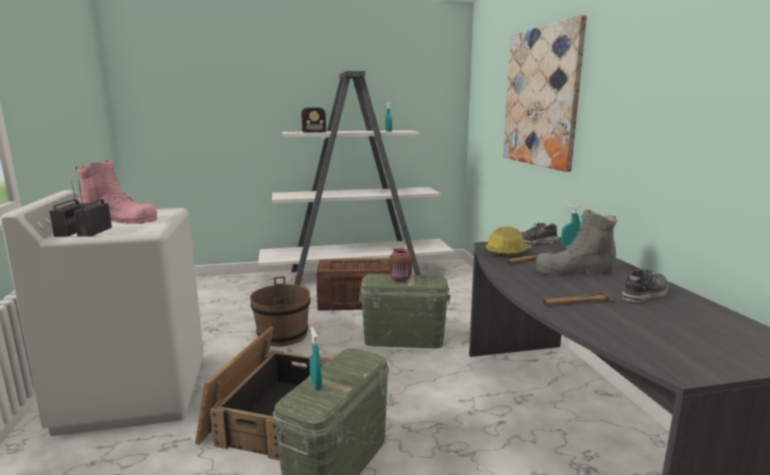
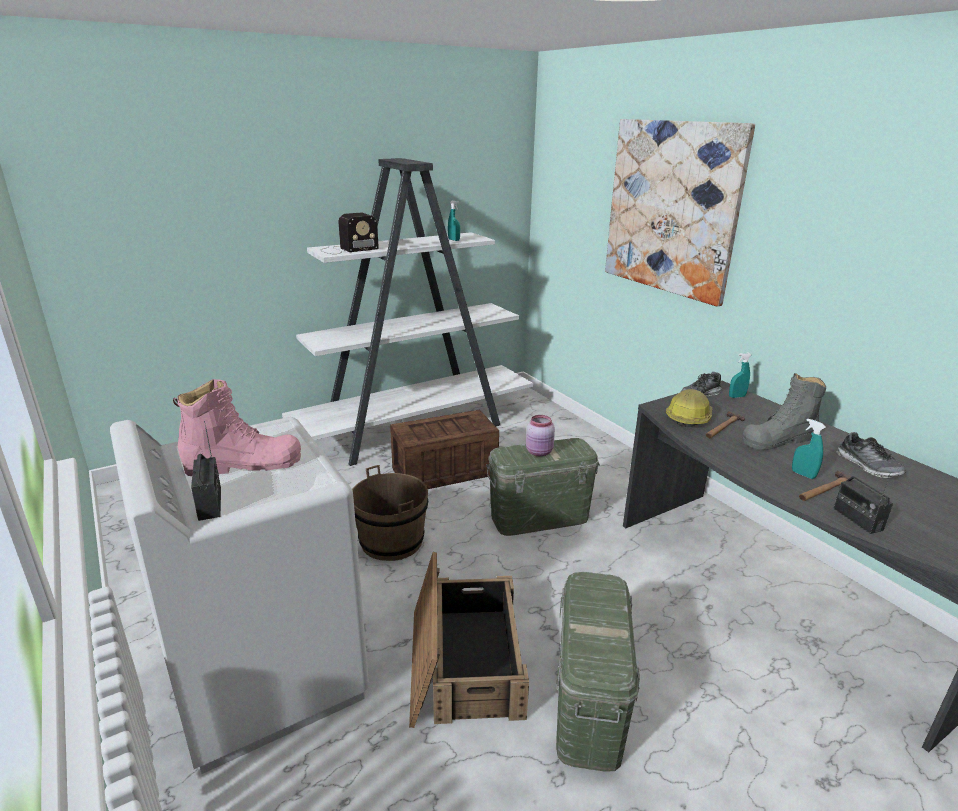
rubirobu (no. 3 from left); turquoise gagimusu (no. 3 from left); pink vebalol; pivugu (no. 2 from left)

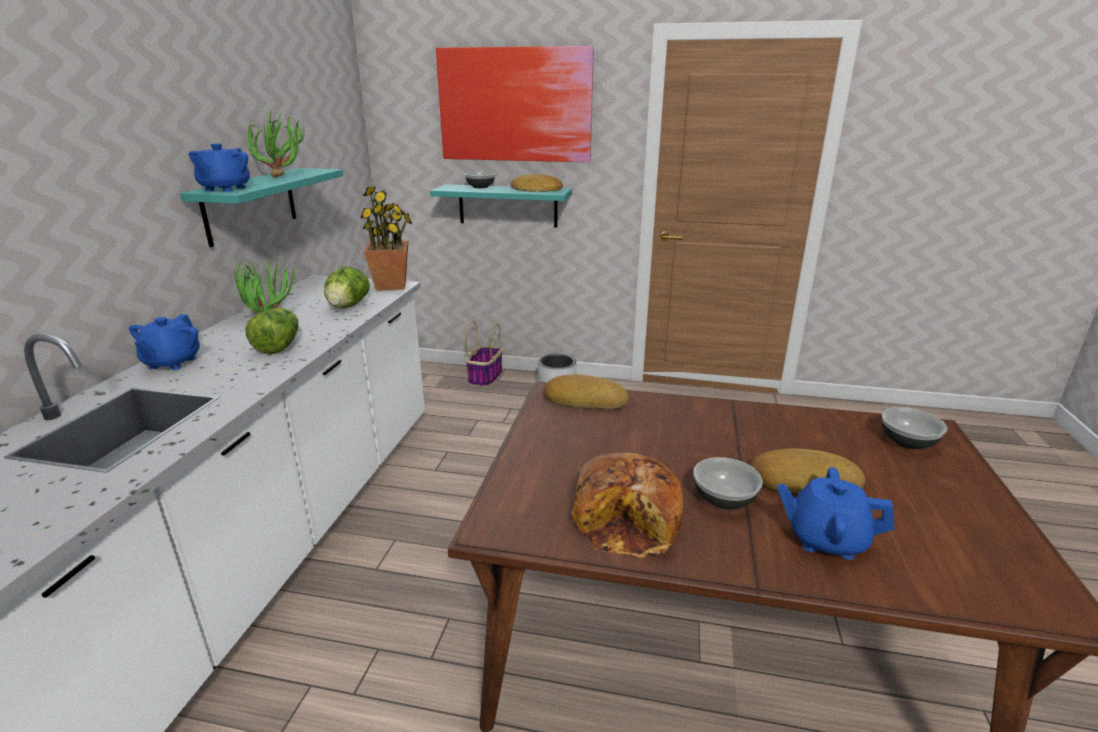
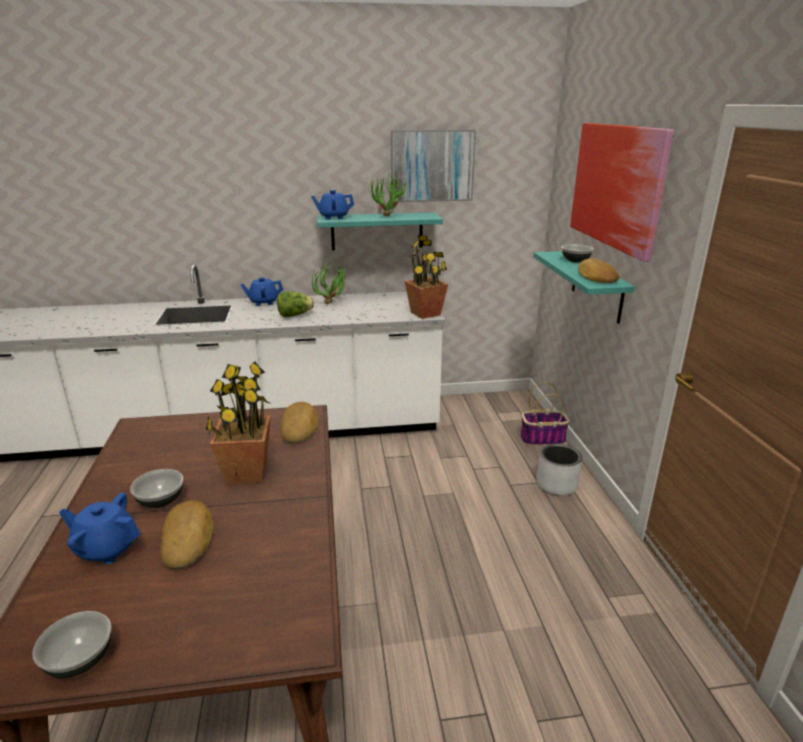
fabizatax (no. 2 from left in the first image); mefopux (no. 3 from left in the first image); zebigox (no. 1 from left); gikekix (no. 1 from left); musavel (no. 1 from left); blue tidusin (no. 1 from left)

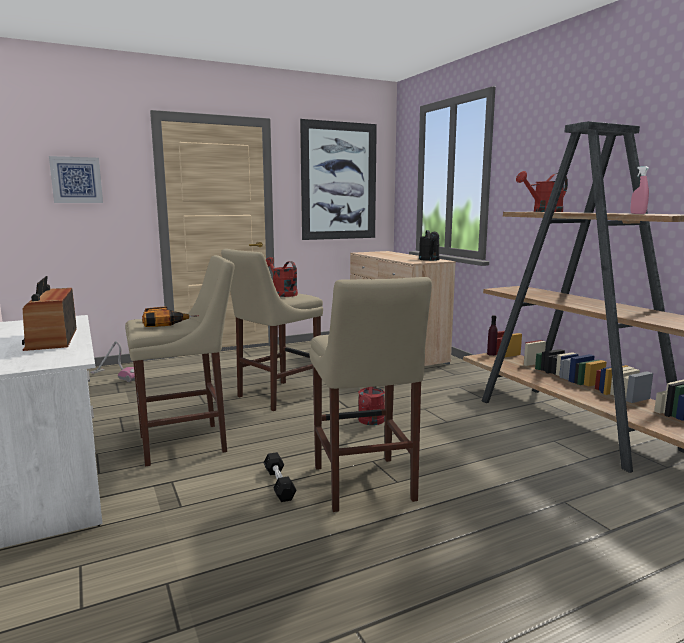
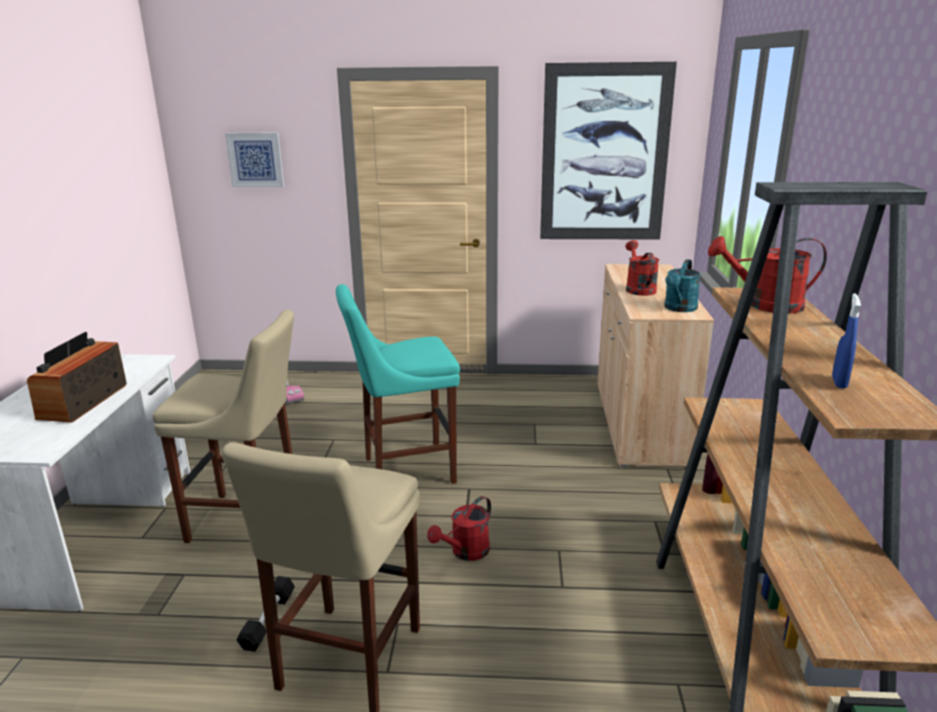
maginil; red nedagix (no. 2 from left); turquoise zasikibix; turquoise nedagix; blue gagimusu

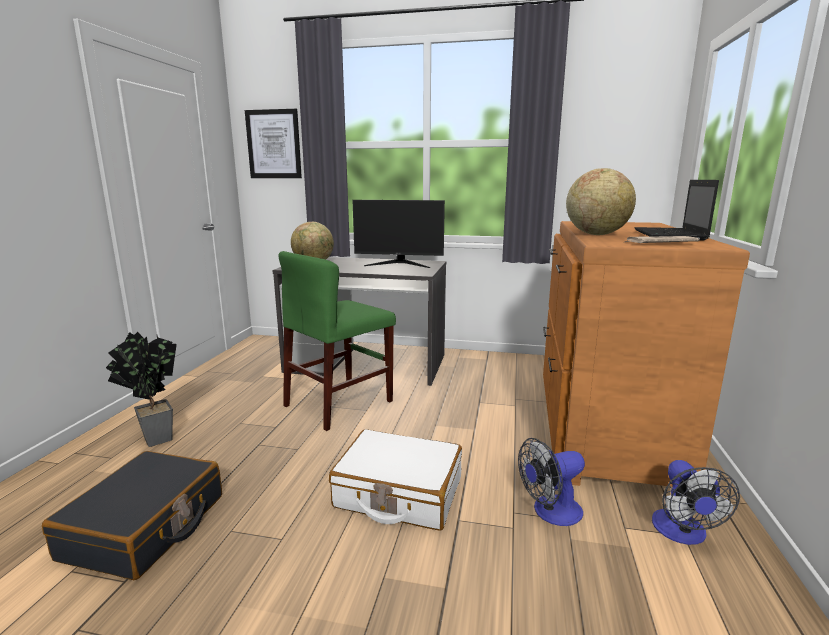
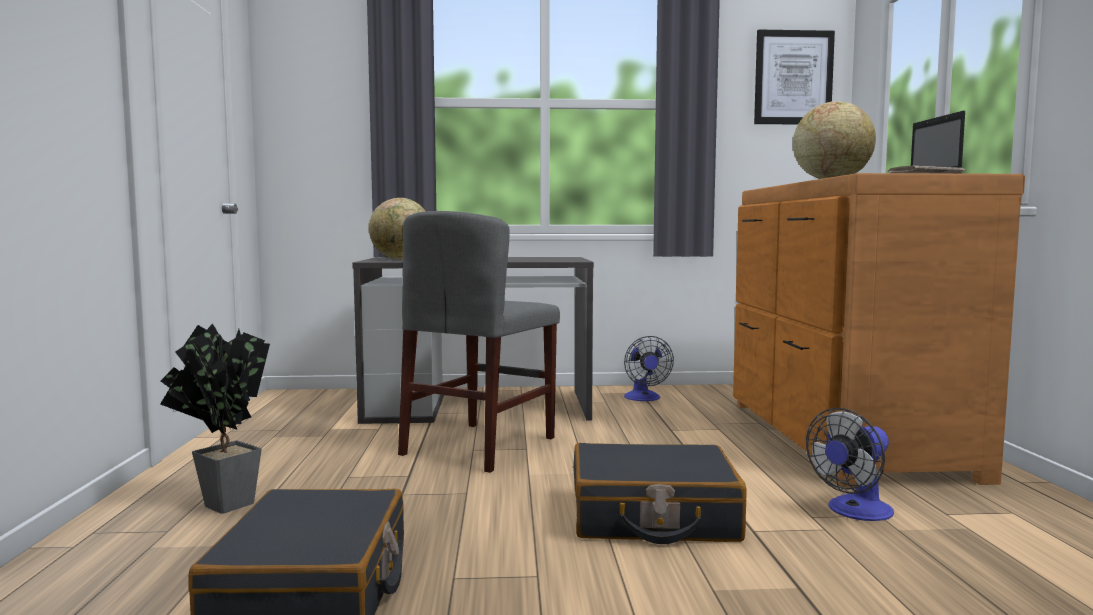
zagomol; gikekix; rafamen (no. 1 from left); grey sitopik; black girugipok (no. 2 from left)

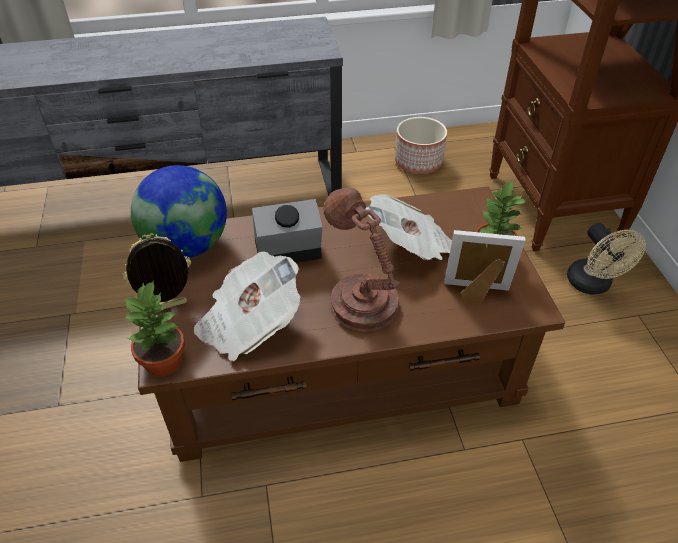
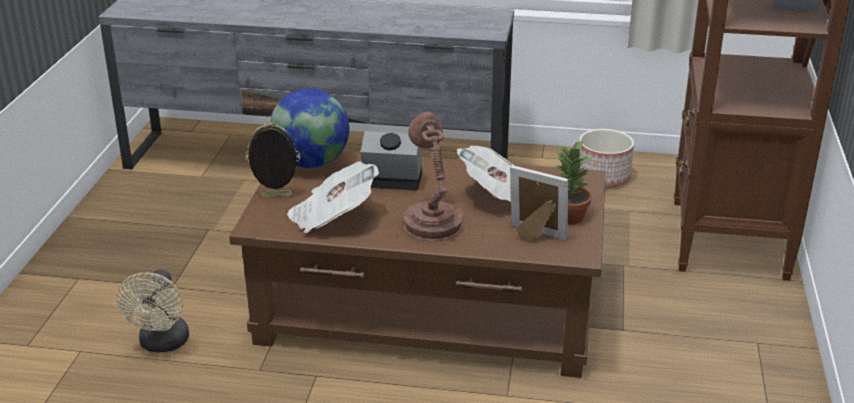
zebigox (no. 1 from left in the first image); beige rafamen

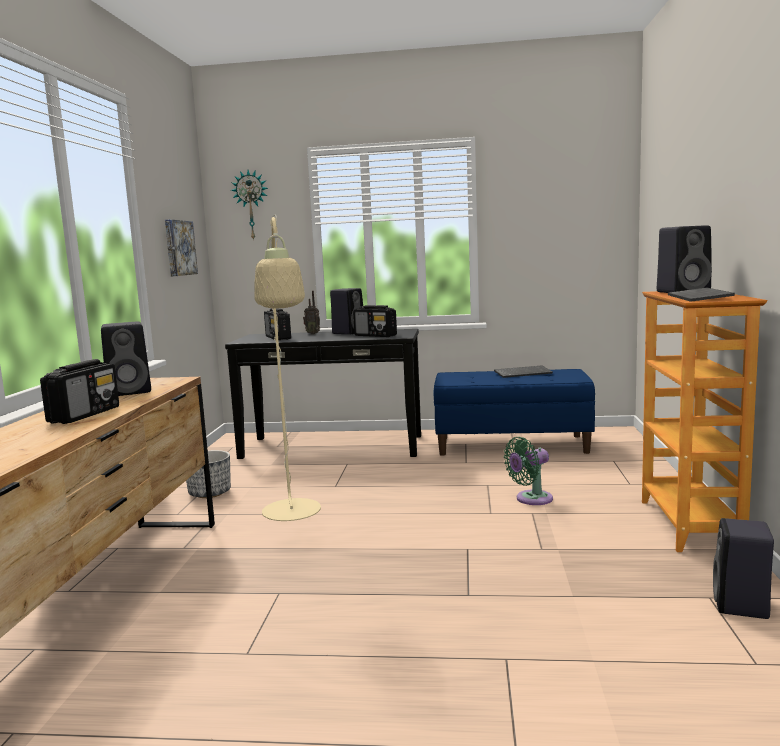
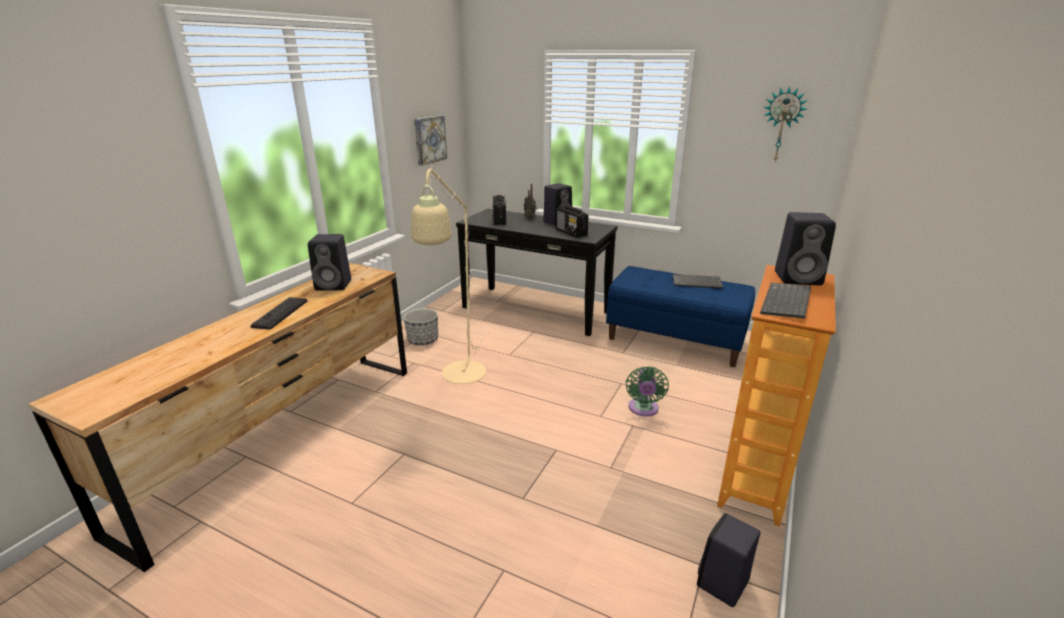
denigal; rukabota (no. 1 from left); green rafamen

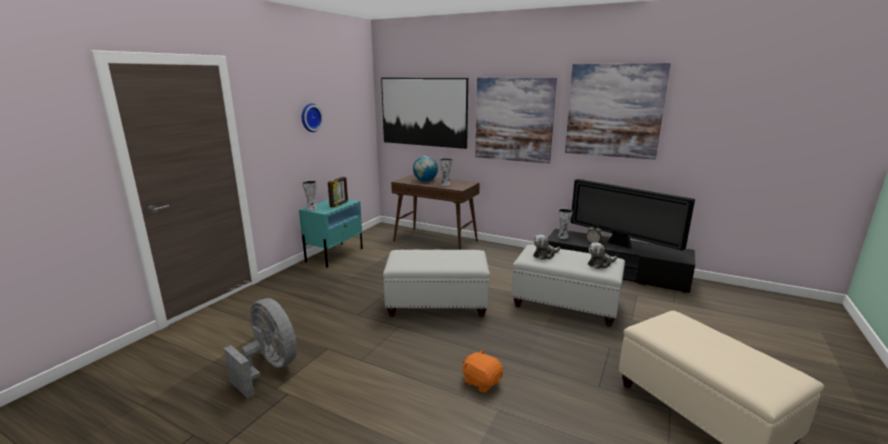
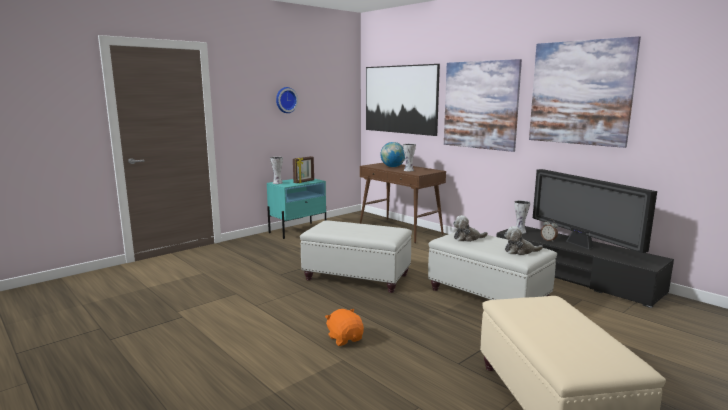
grey rafamen

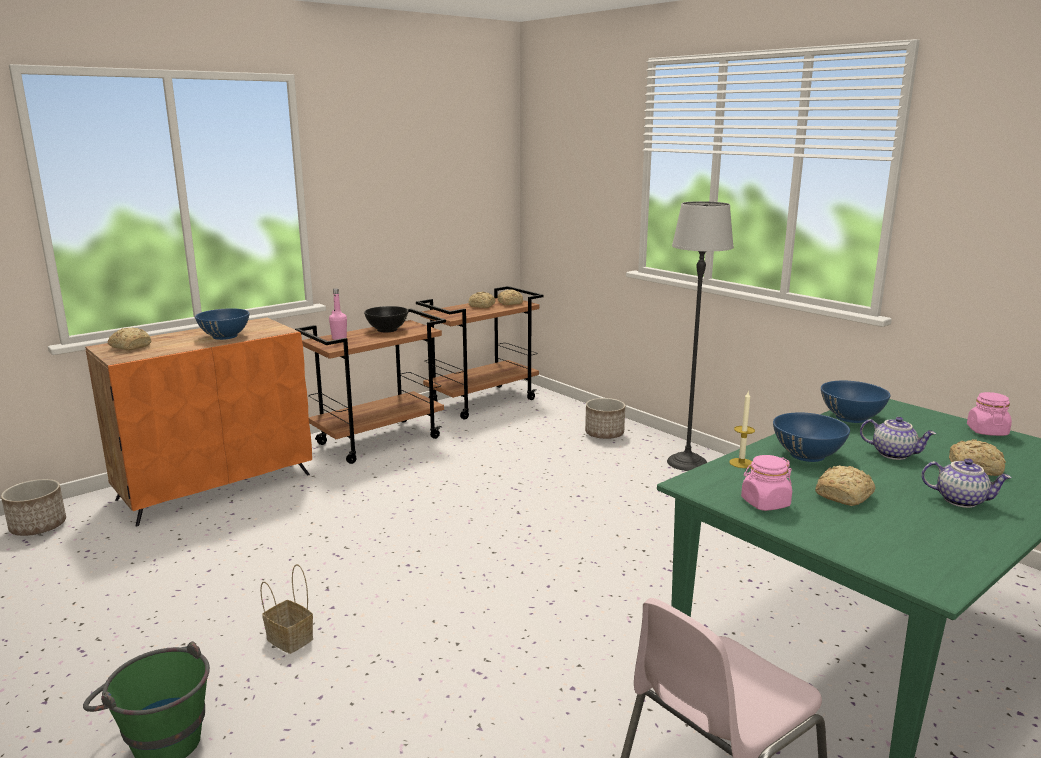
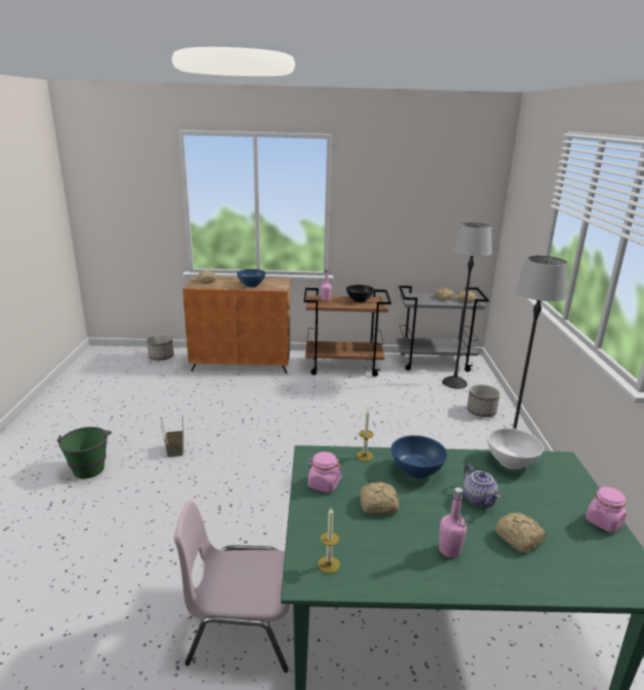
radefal (no. 1 from left); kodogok (no. 1 from left); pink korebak (no. 2 from left); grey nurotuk; white musavel

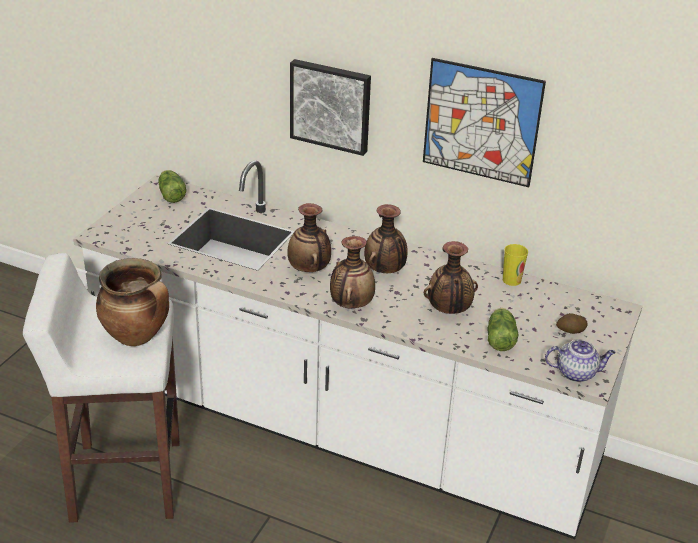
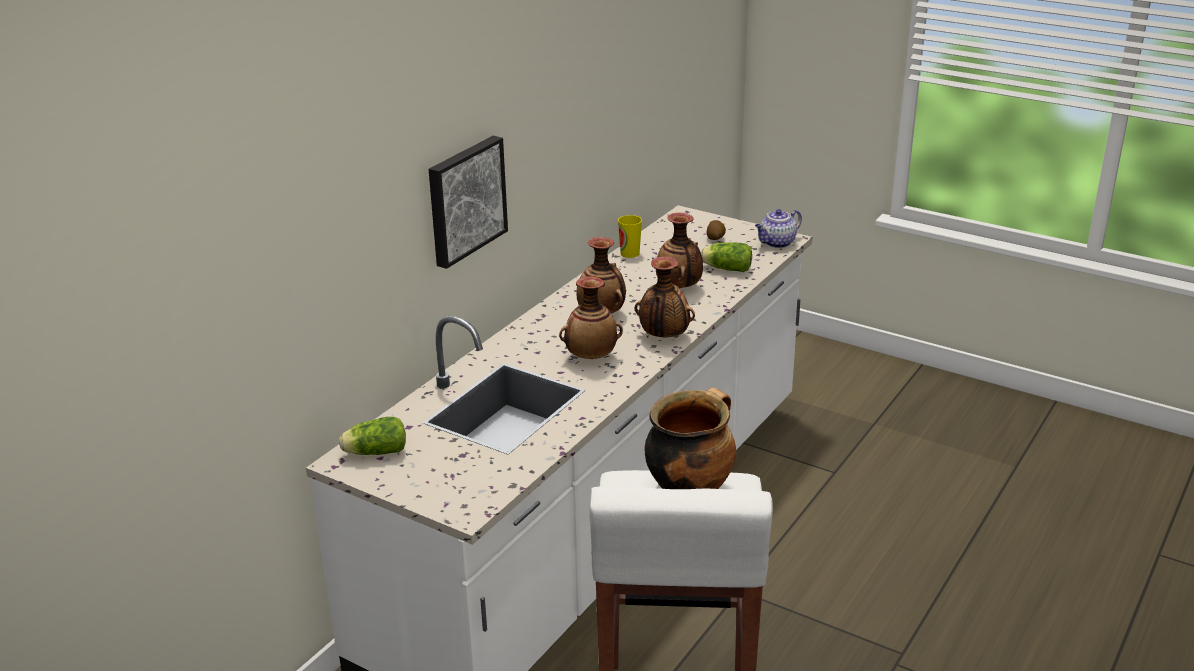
gikekix (no. 2 from left in the first image); tidusin

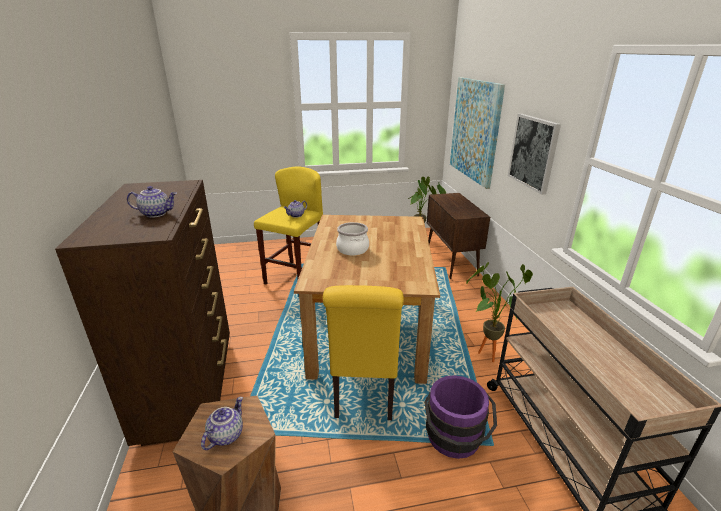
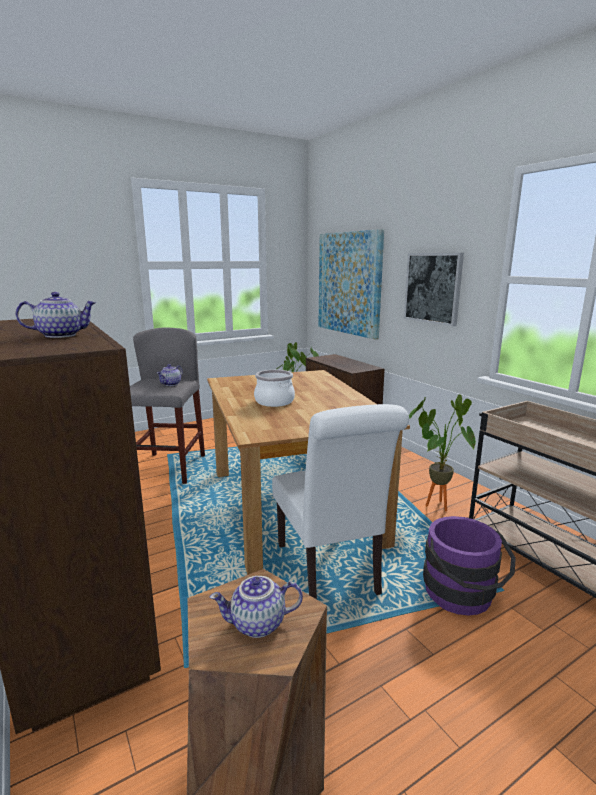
grey zasikibix; white sitopik; tidusin (no. 3 from left)

